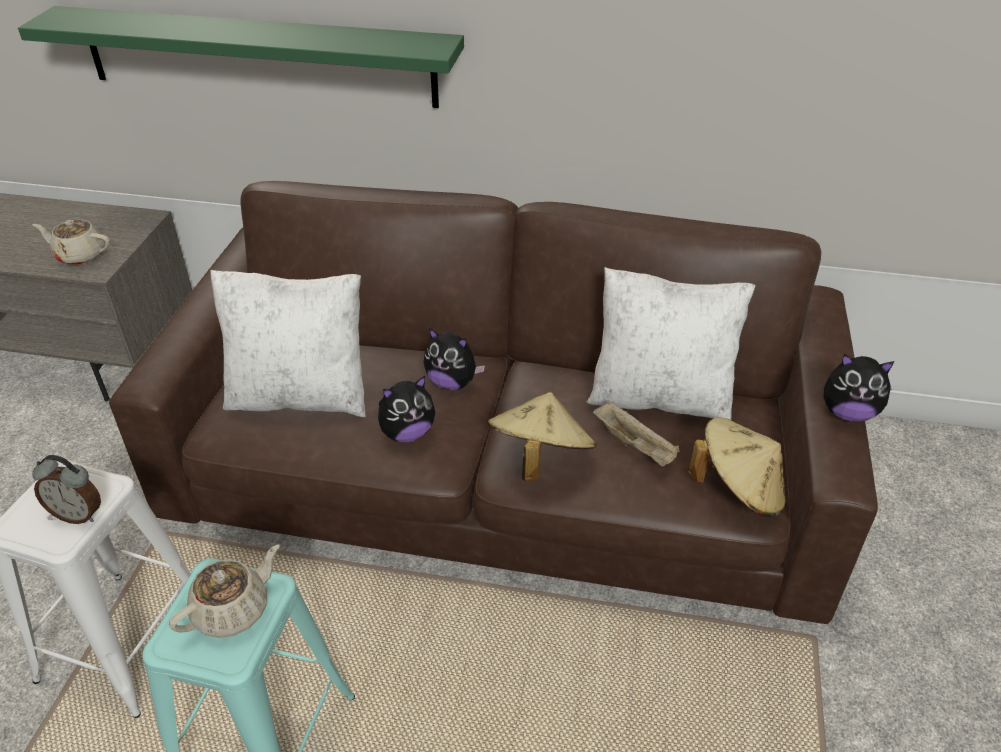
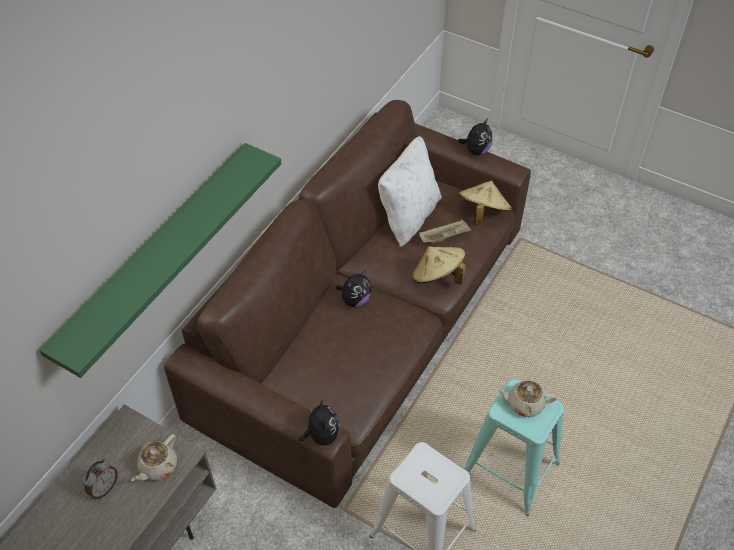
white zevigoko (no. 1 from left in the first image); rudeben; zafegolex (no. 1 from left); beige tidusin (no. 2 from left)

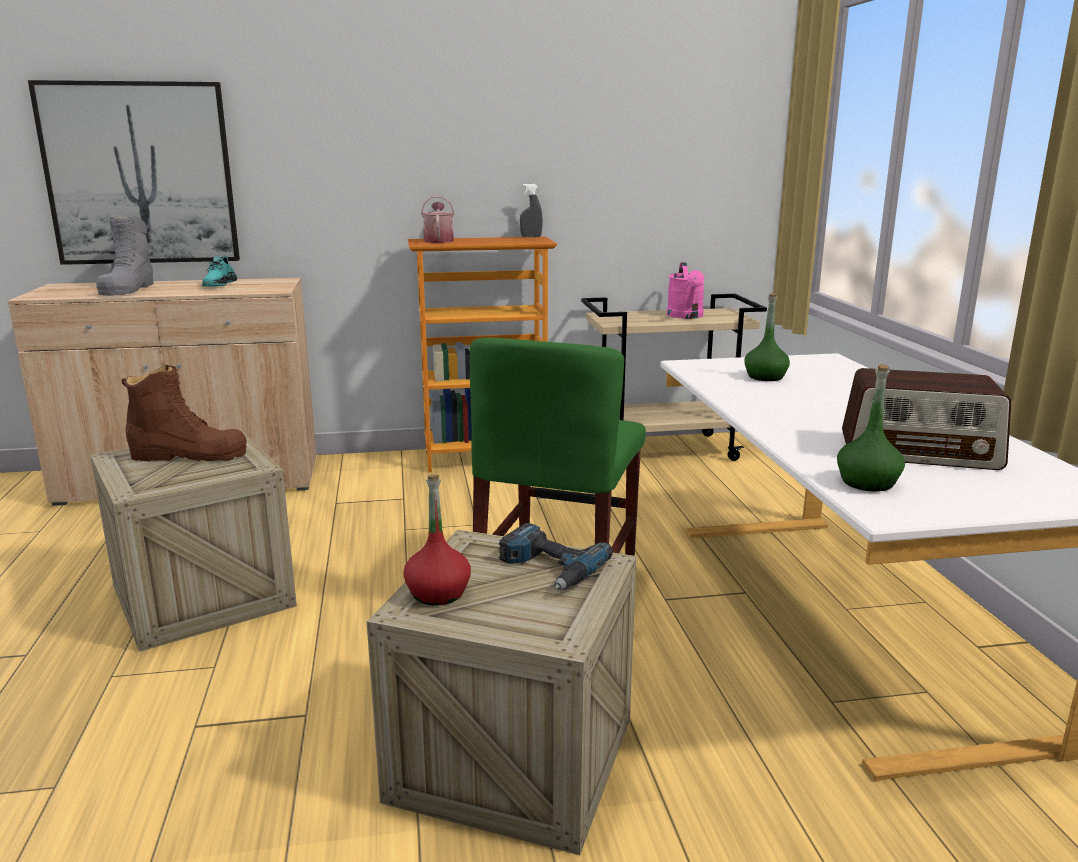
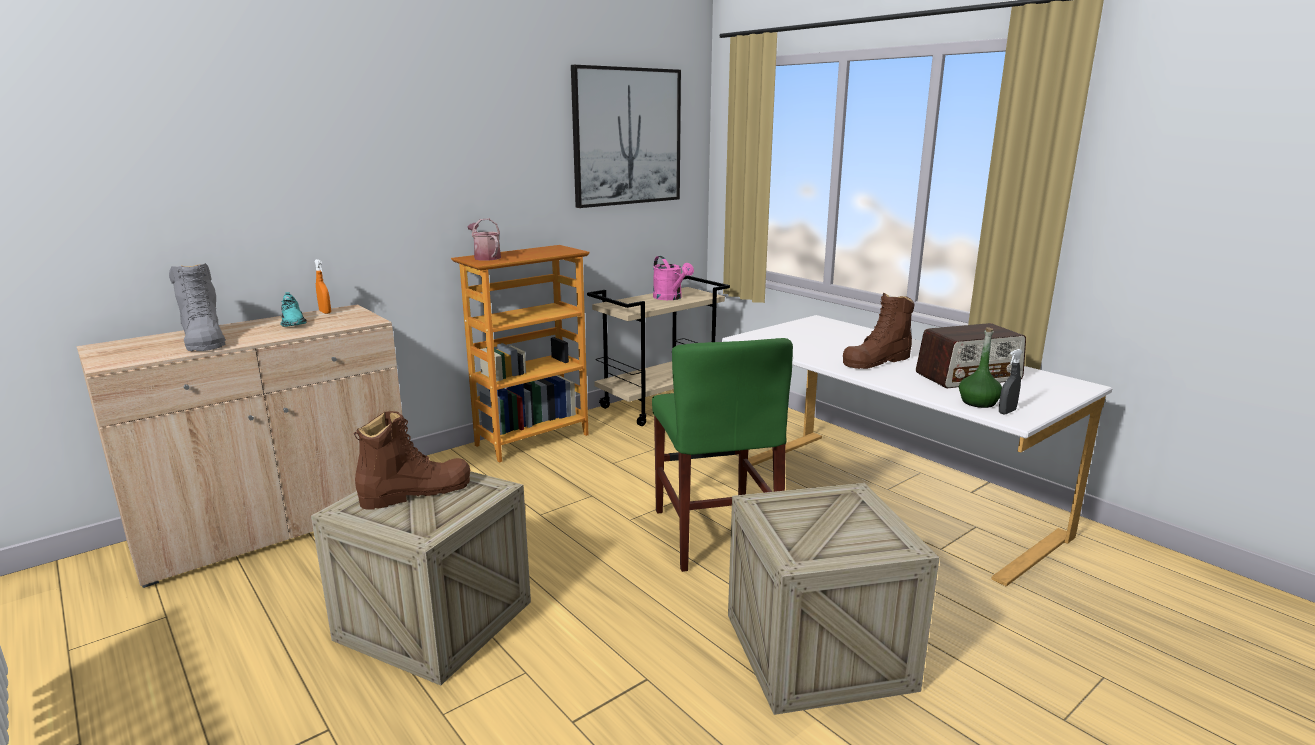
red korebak; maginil; green korebak (no. 1 from left in the first image); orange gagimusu; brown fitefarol (no. 2 from left); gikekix; grey gagimusu

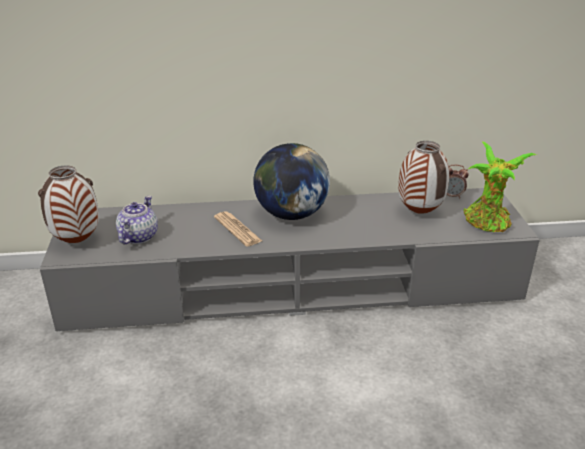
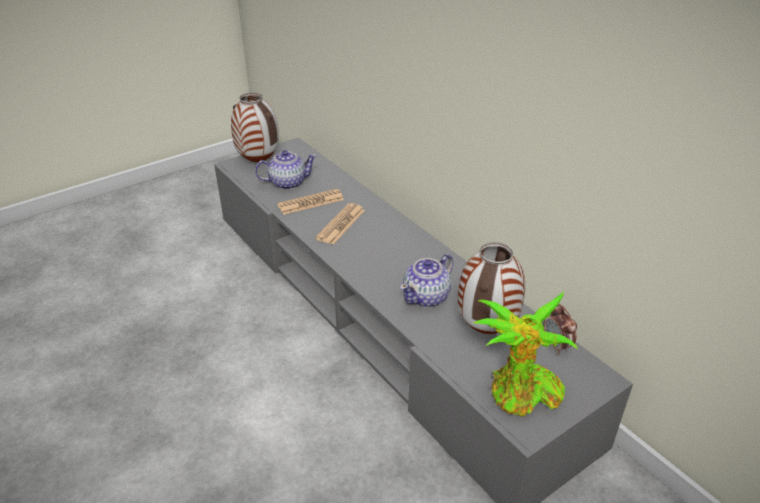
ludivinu; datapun (no. 1 from left); tidusin (no. 2 from left)

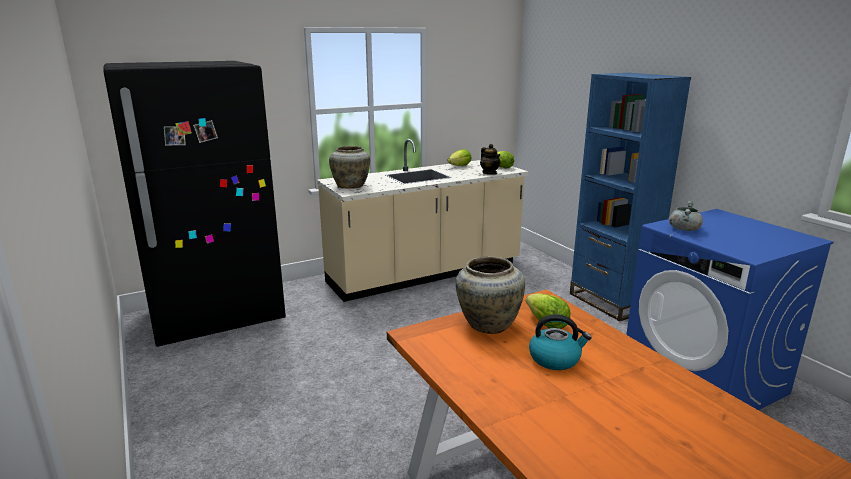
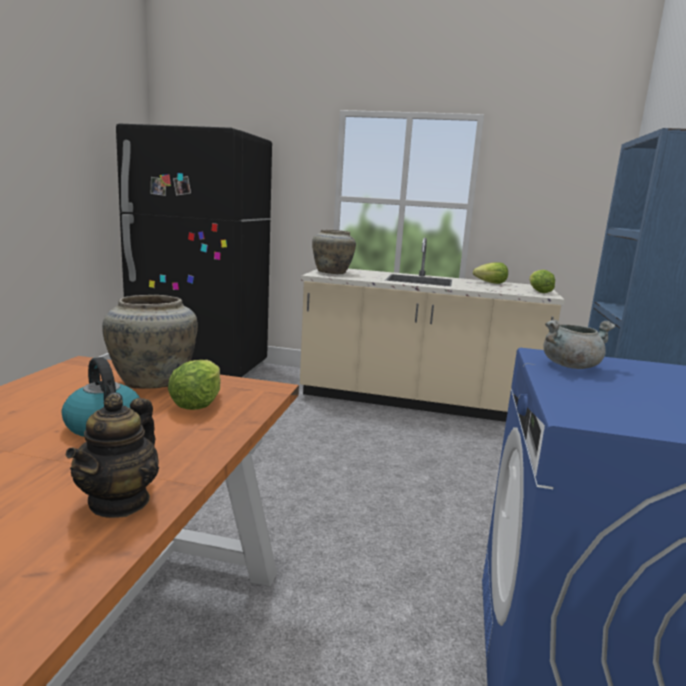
tidusin

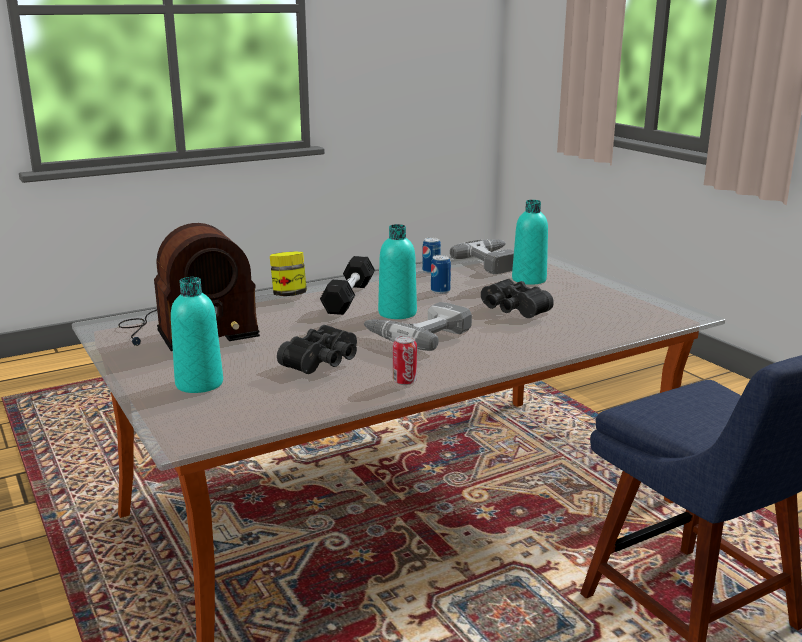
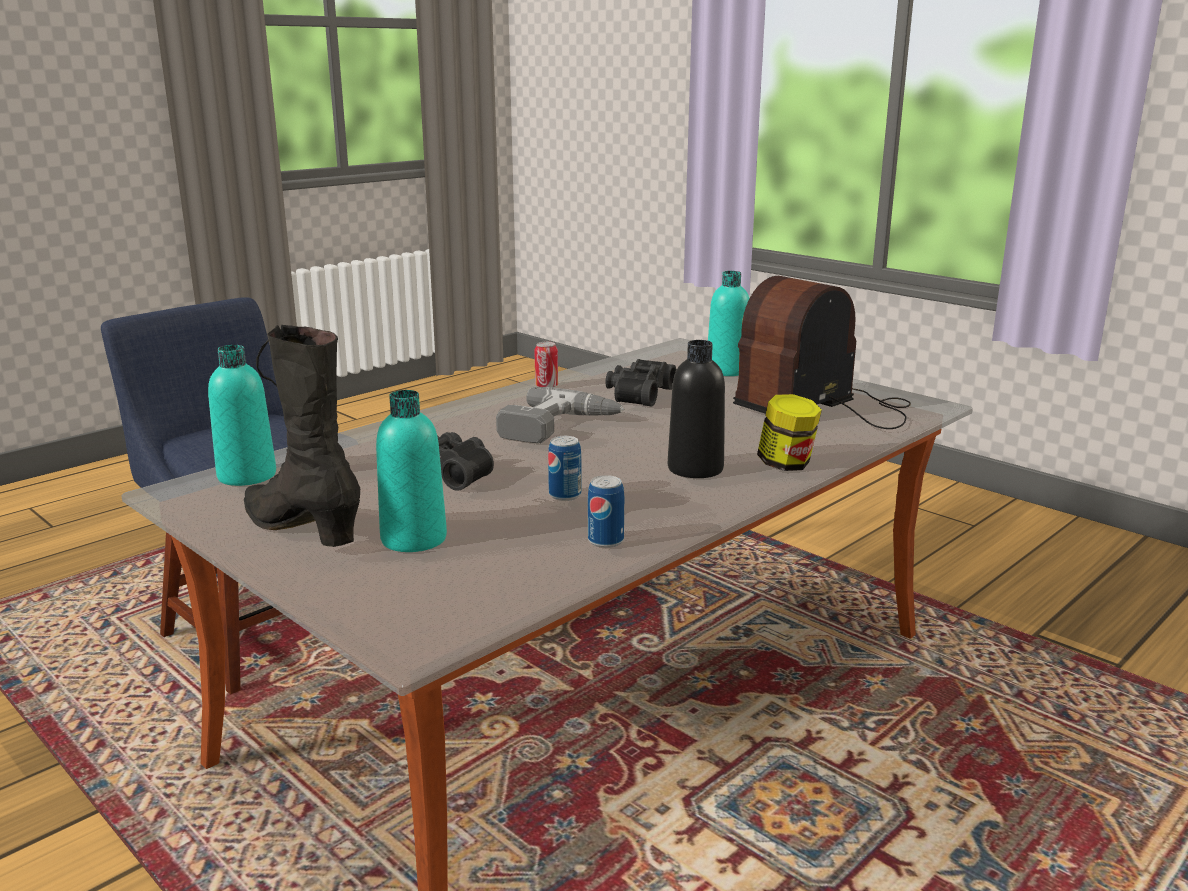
maginil (no. 2 from left in the first image); black fitefarol; turquoise korebak (no. 1 from left); black korebak

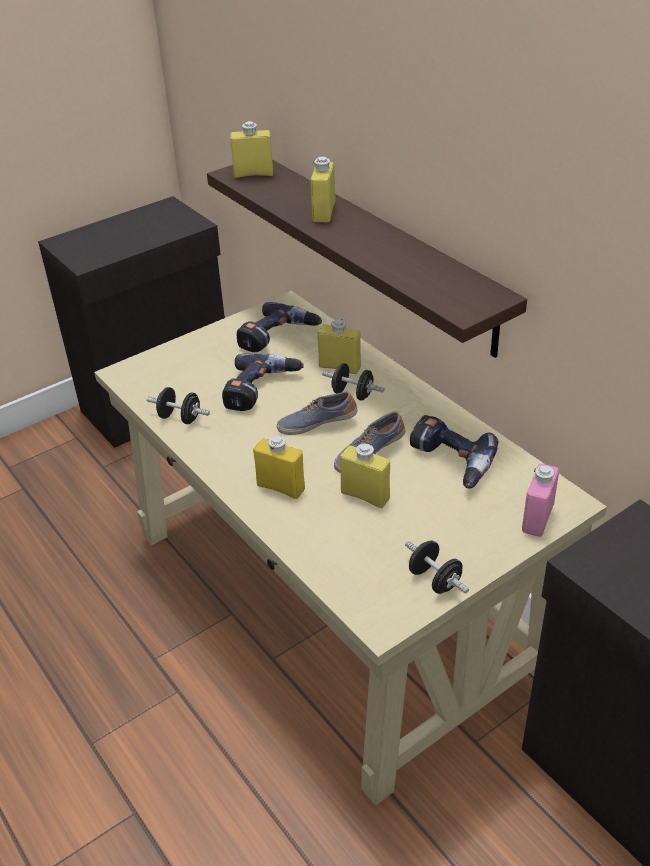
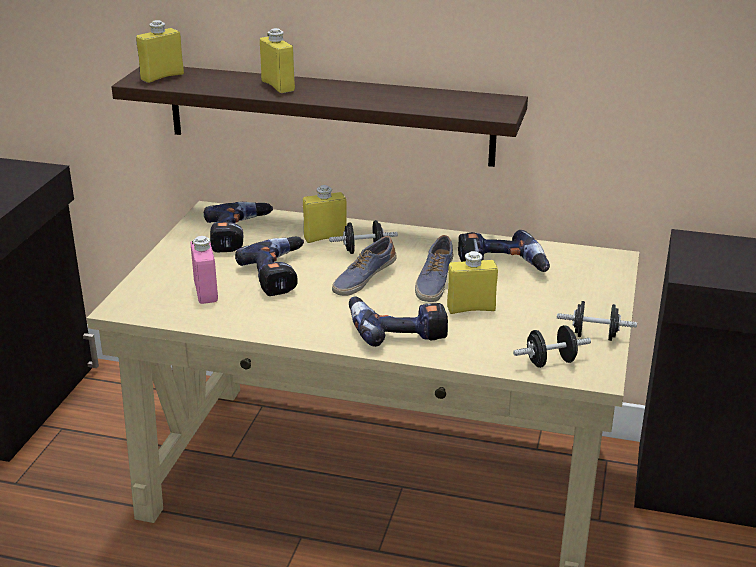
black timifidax (no. 2 from left); pink korebak; maginil (no. 3 from left)

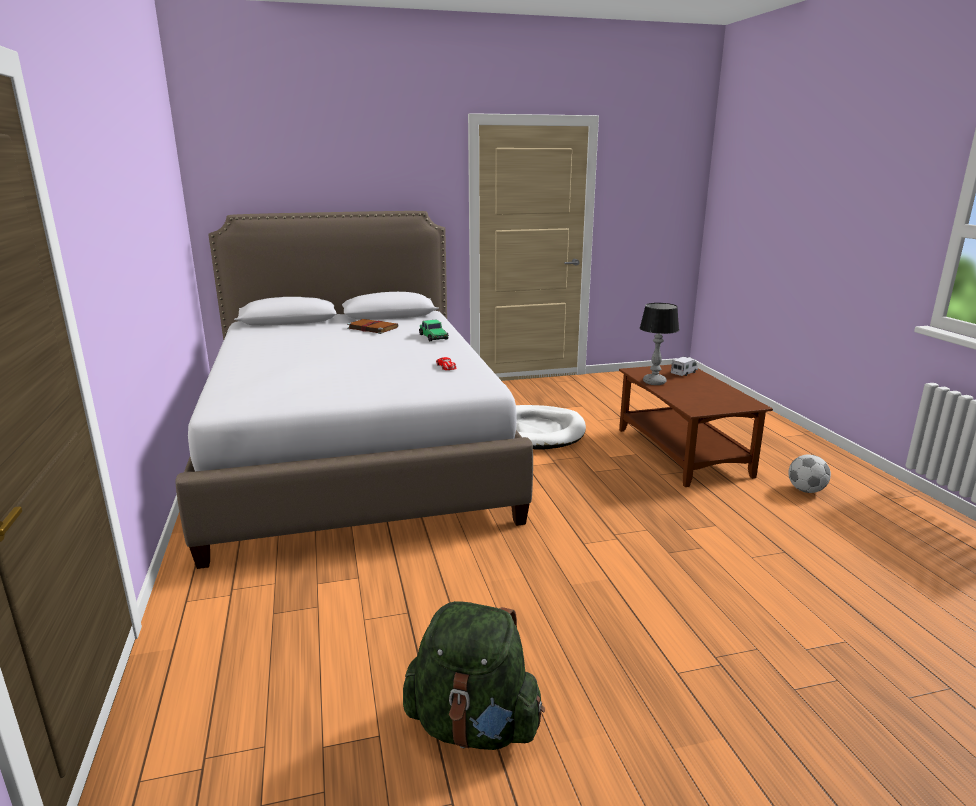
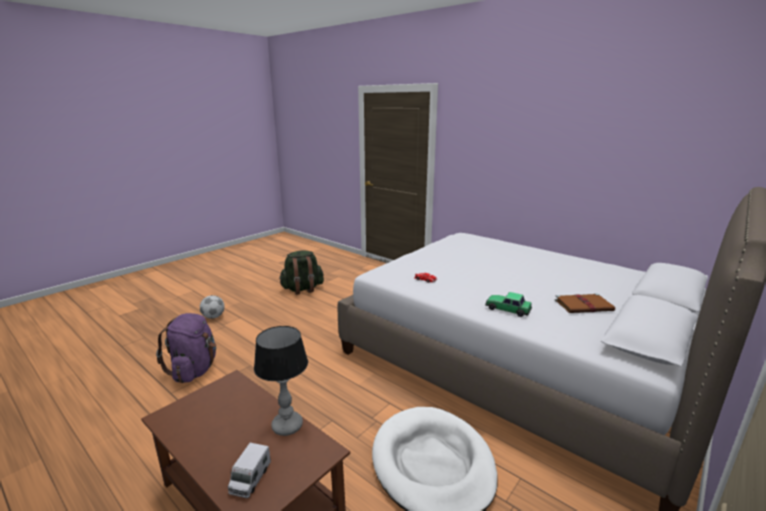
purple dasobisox; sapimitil

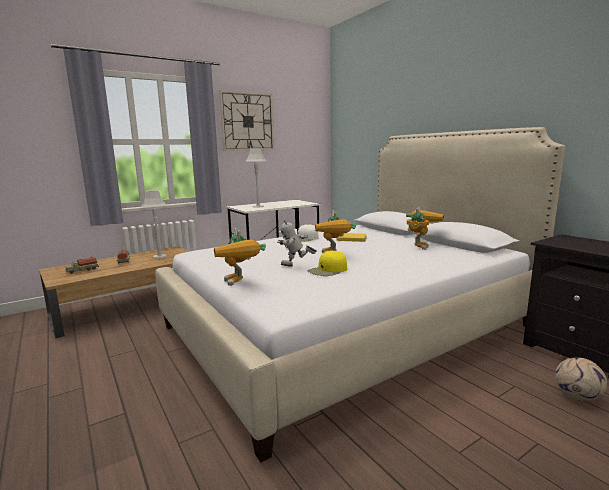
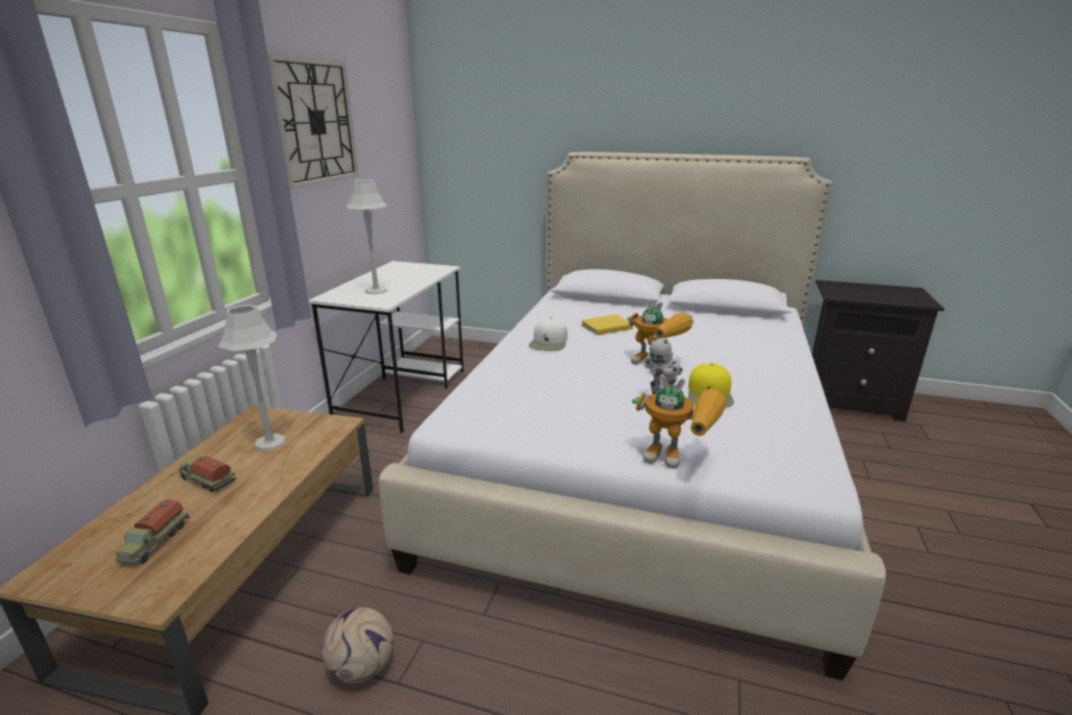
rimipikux (no. 4 from left in the first image); sapimitil

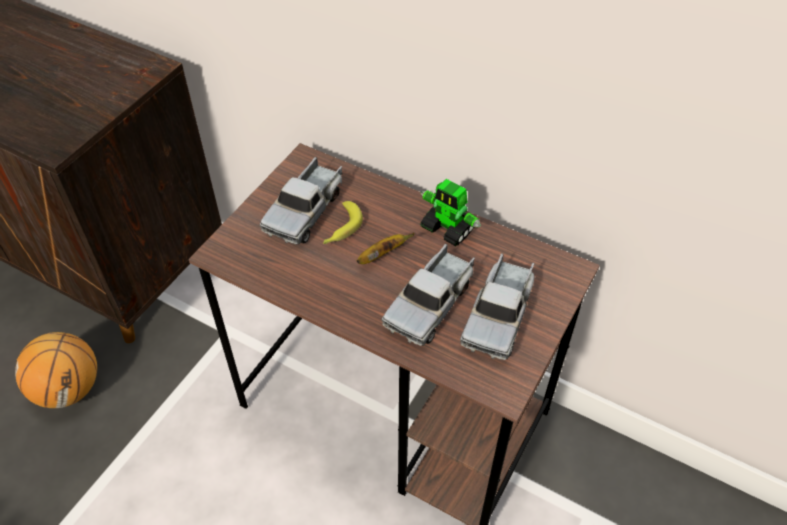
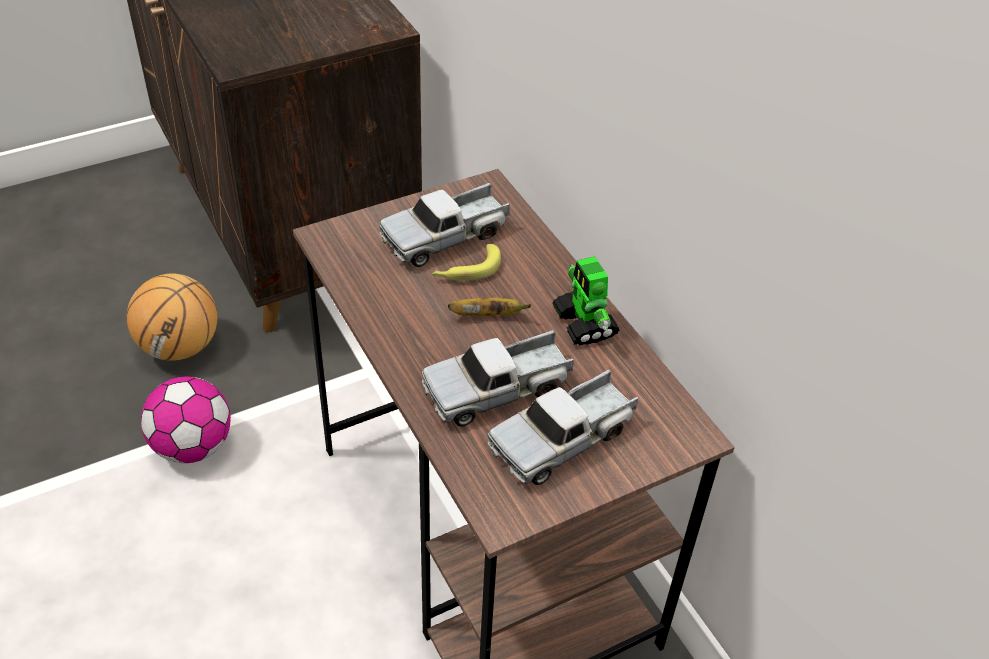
sapimitil

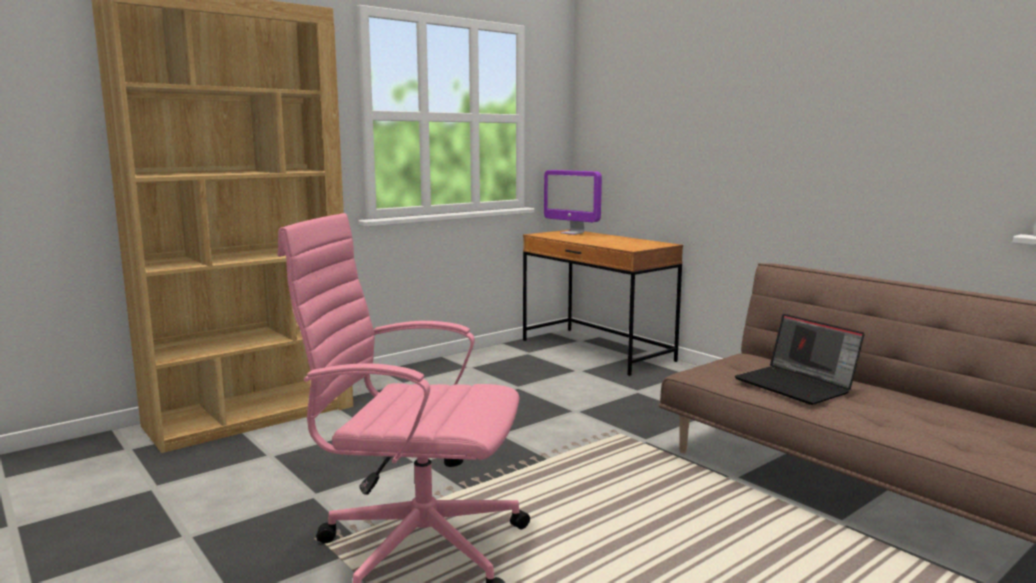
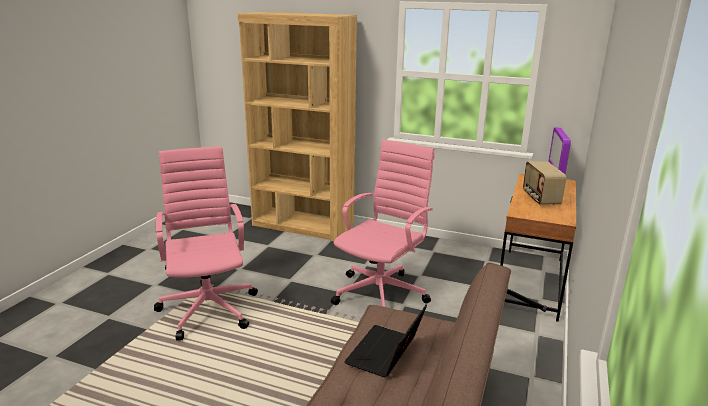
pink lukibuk (no. 2 from left); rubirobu

